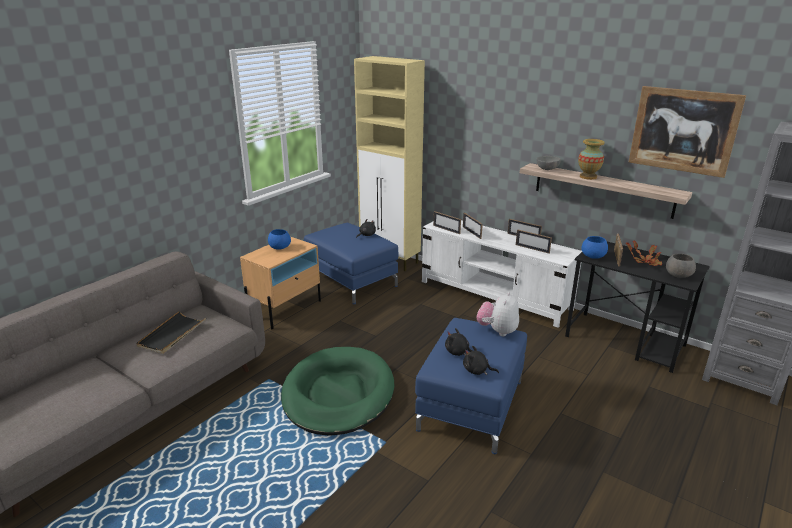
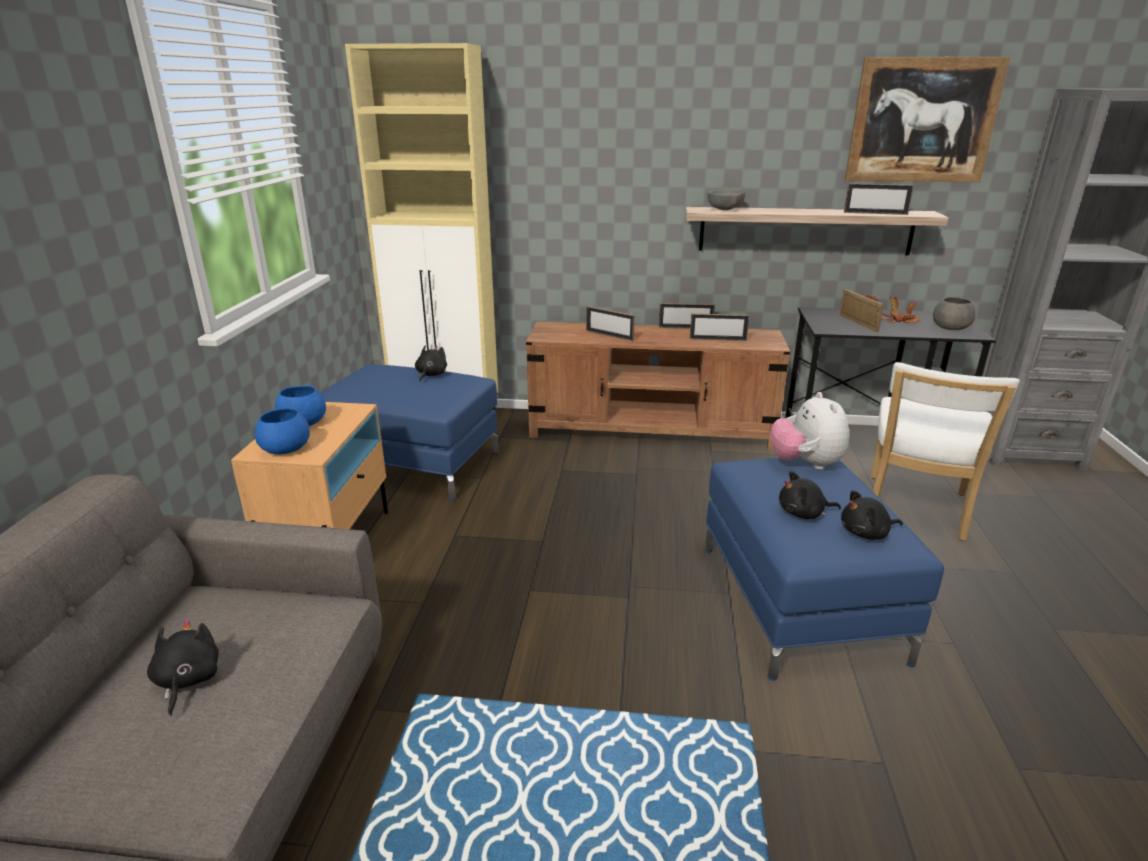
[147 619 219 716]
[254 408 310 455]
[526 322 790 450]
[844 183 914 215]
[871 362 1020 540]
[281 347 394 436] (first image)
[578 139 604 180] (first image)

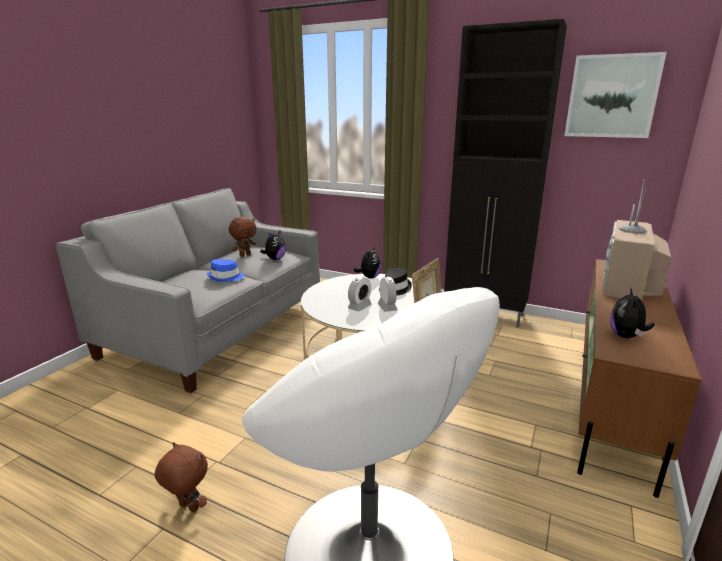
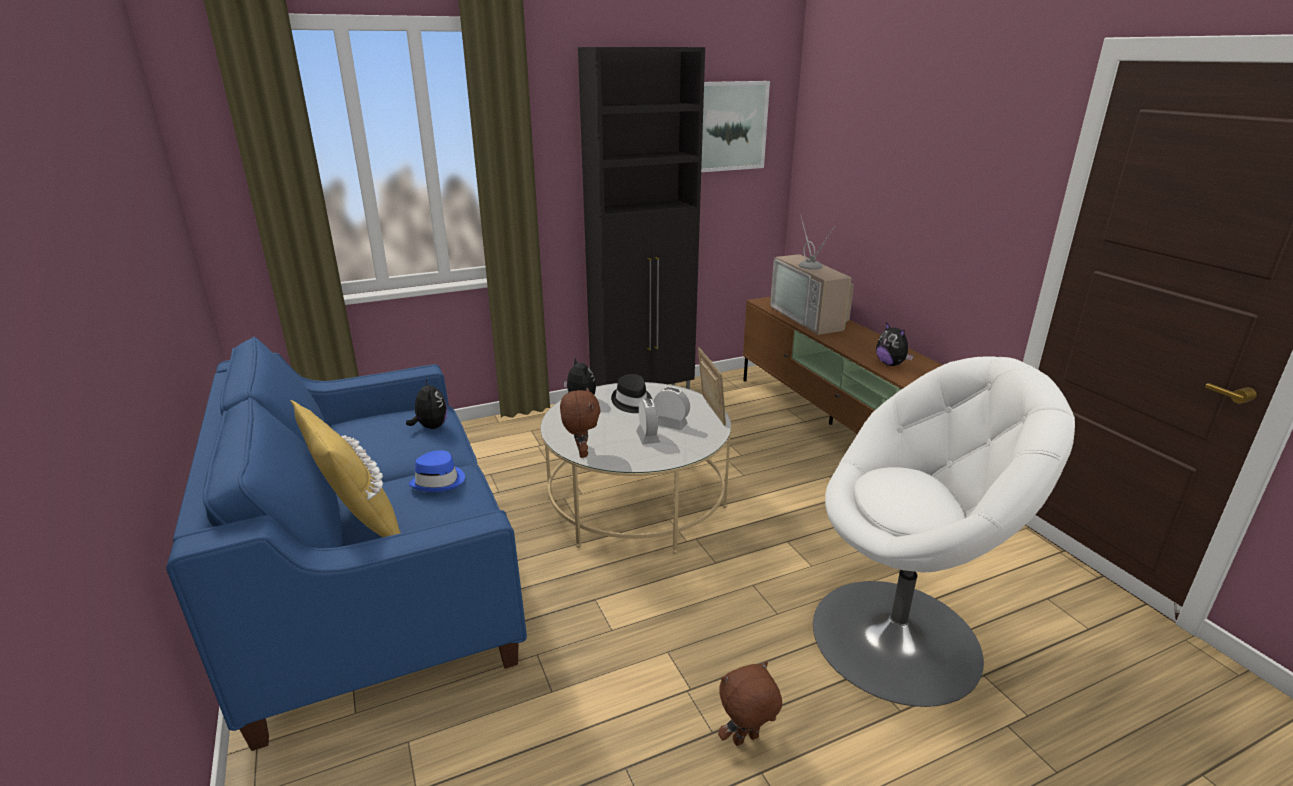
[166 337 527 751]
[290 400 401 537]
[560 387 601 458]

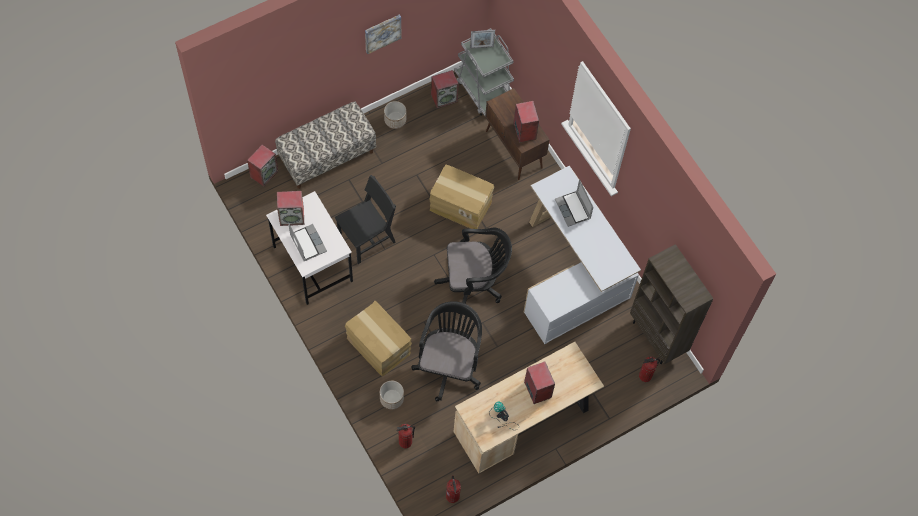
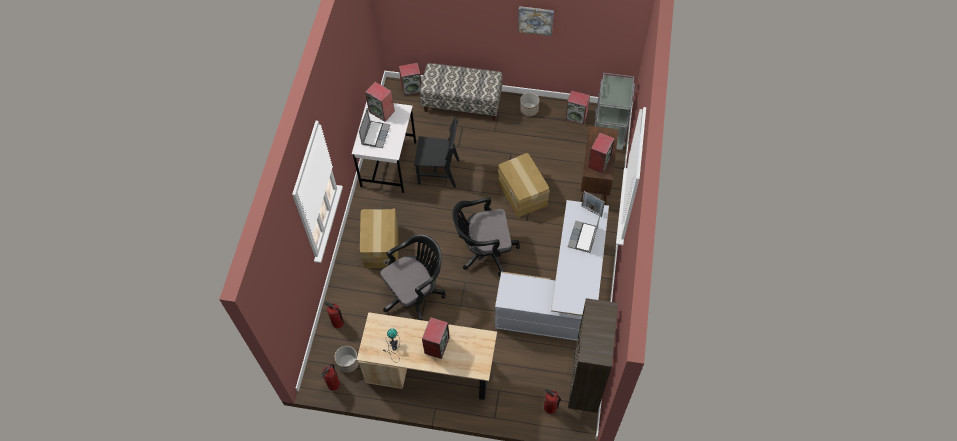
[335 346 359 373]
[452 197 520 276]
[582 191 605 217]

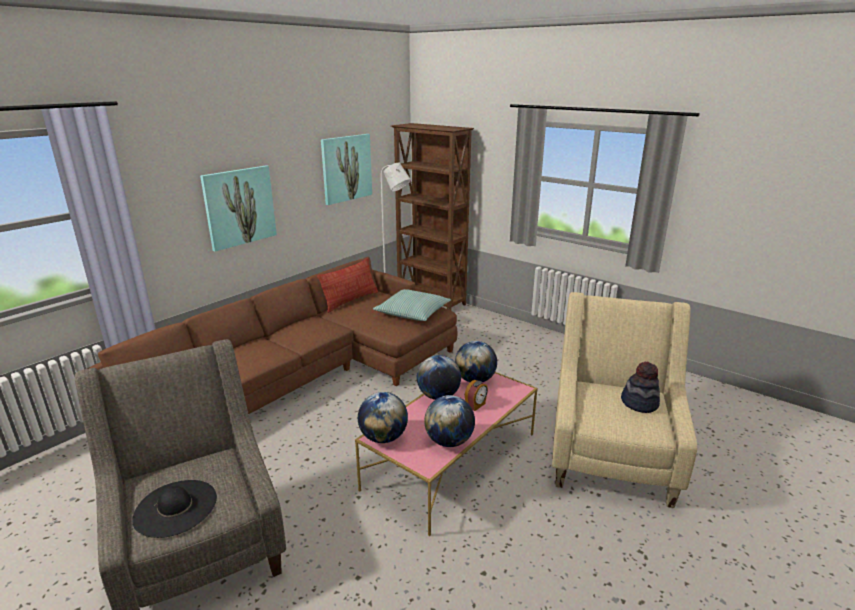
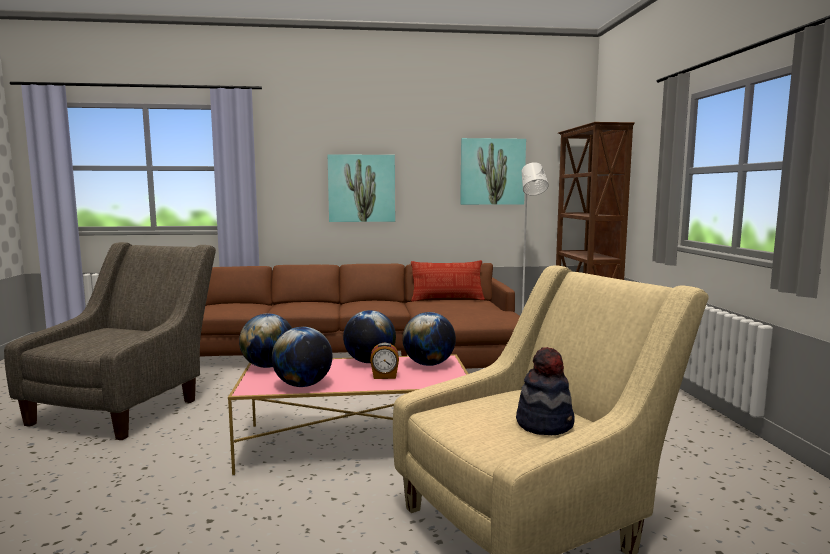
[132 480 217 538] (first image)
[373 289 451 321] (first image)

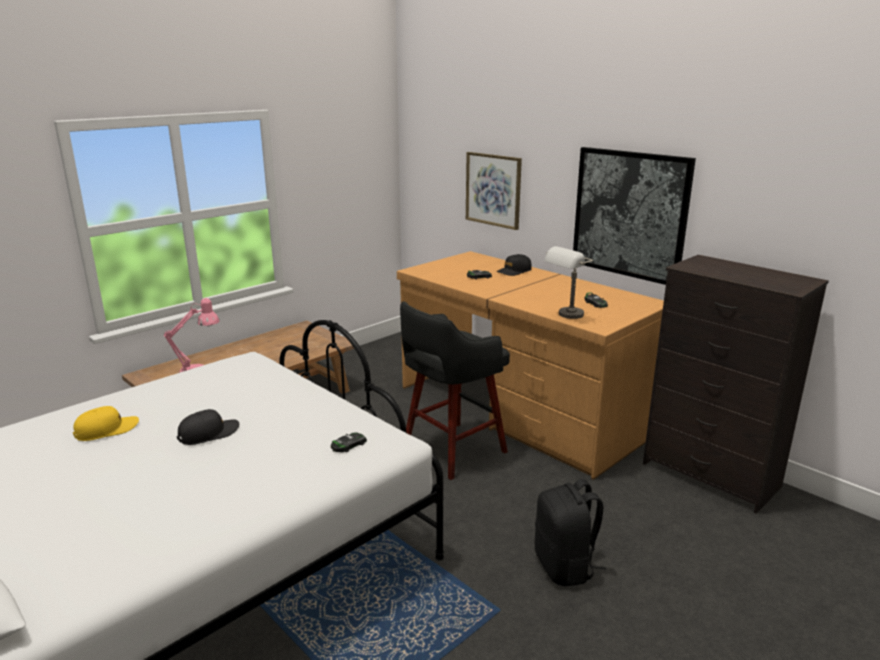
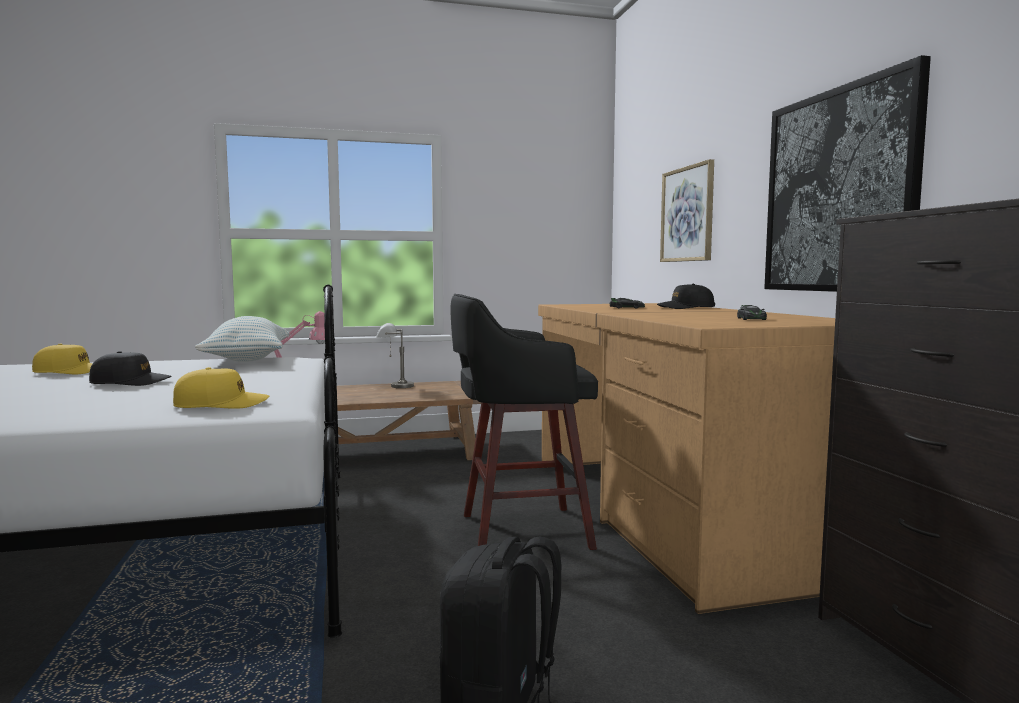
[173 367 269 409]
[195 316 290 362]
[376 323 414 388]

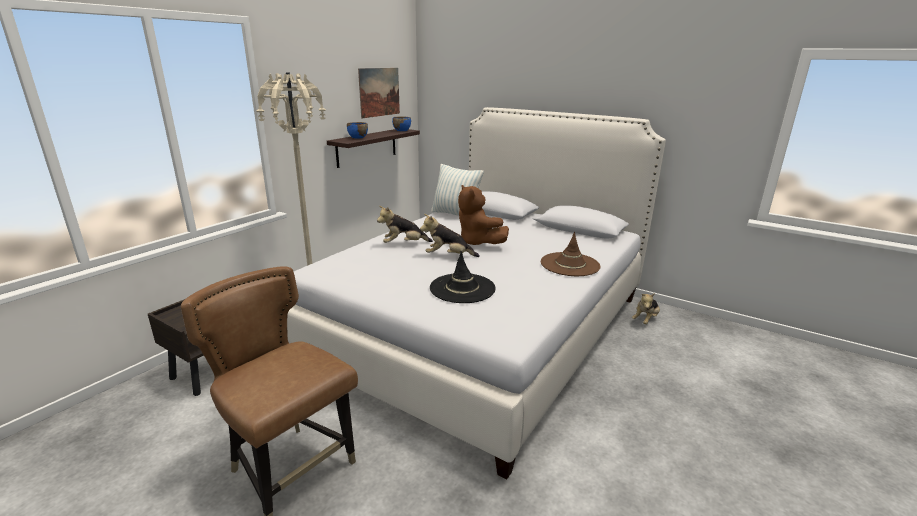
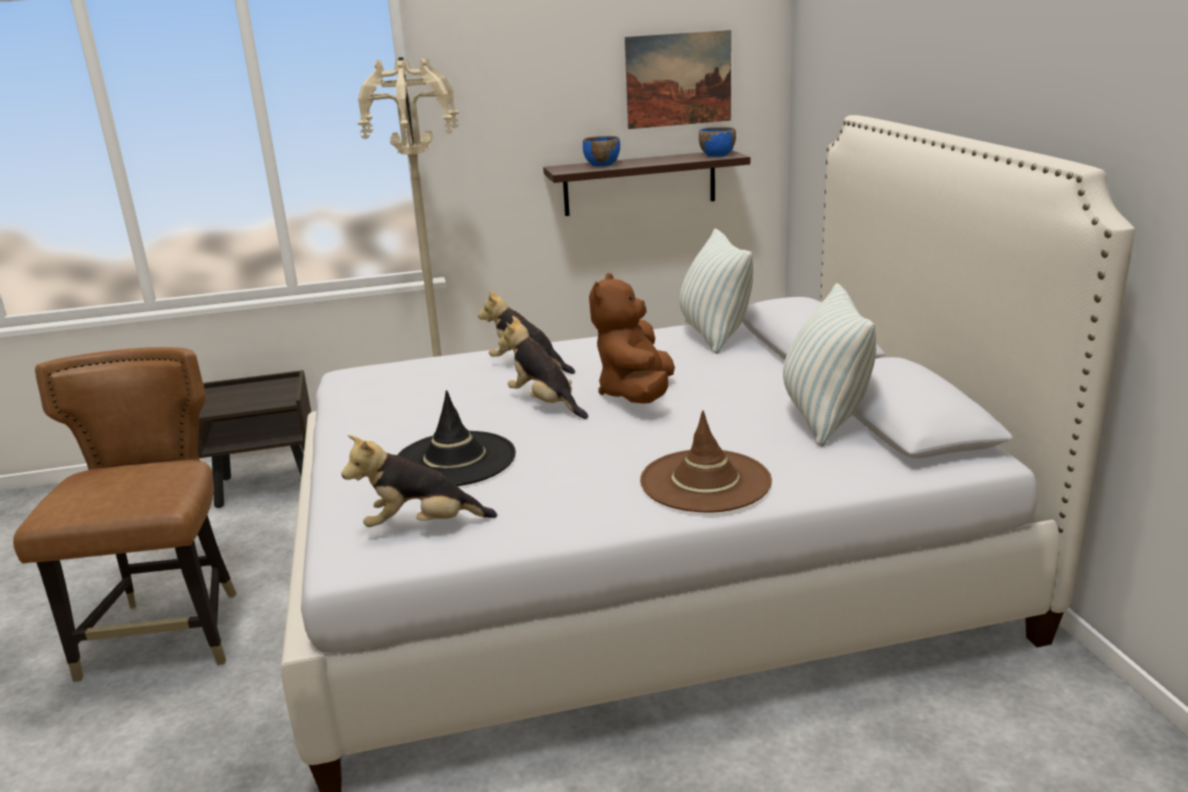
[341 435 497 527]
[783 283 876 447]

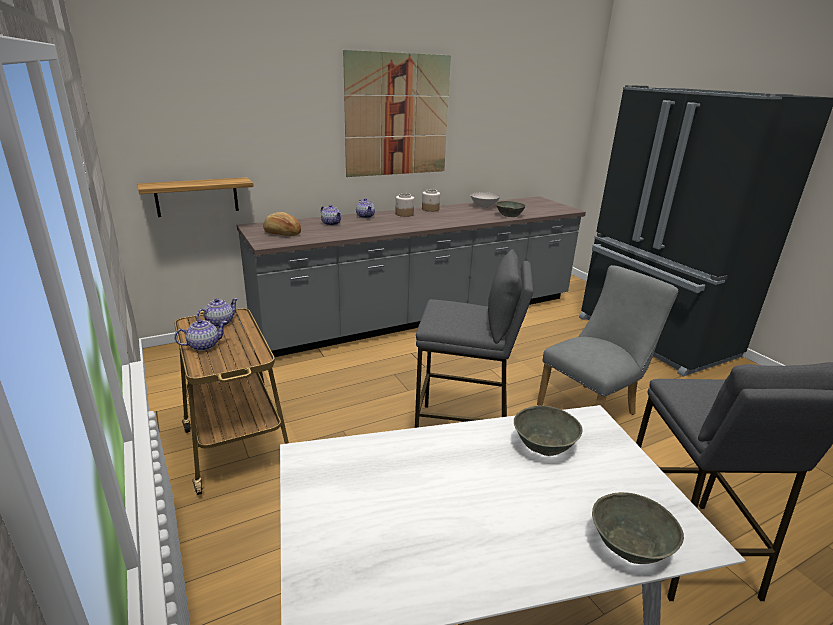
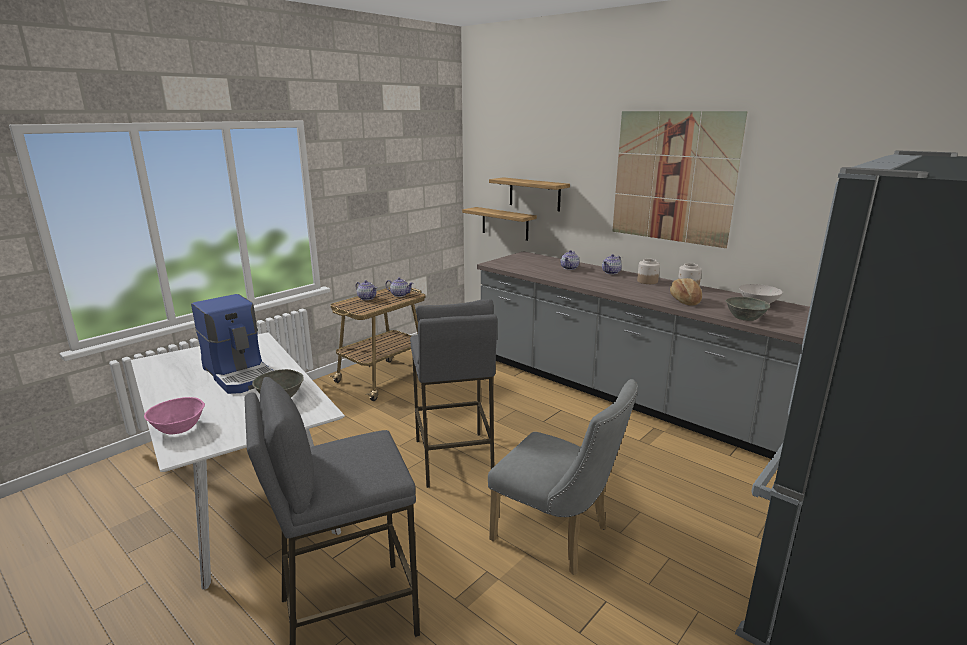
[144 397 205 434]
[191 294 273 394]
[489 177 570 211]
[670 278 702 306]

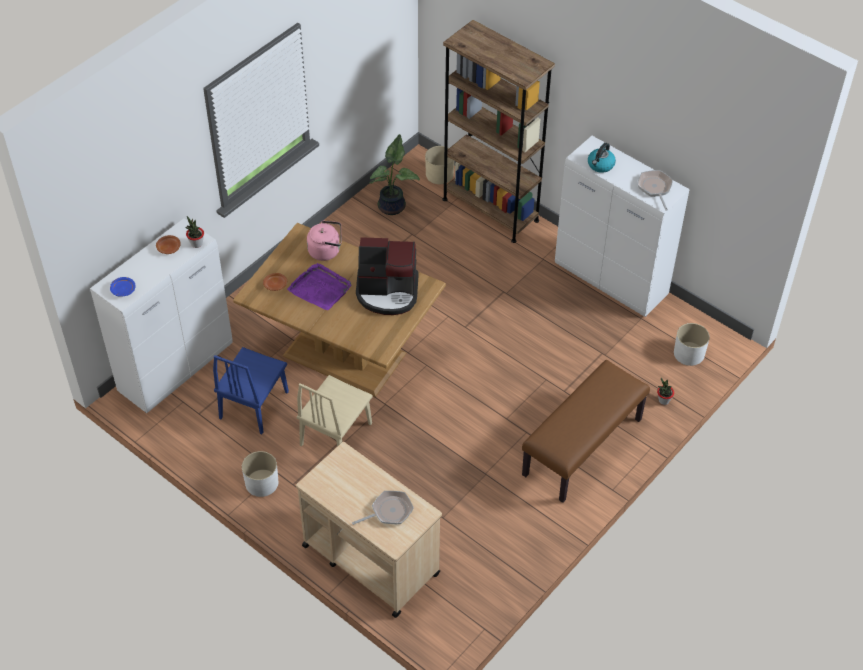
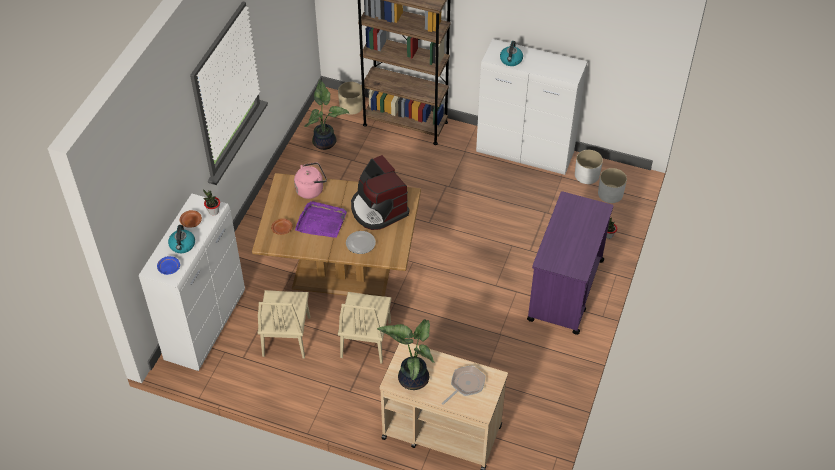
[168 225 195 253]
[258 290 310 359]
[346 231 376 254]
[351 155 410 230]
[377 319 434 390]
[527 191 613 335]
[575 150 603 184]
[637 170 673 211] (first image)

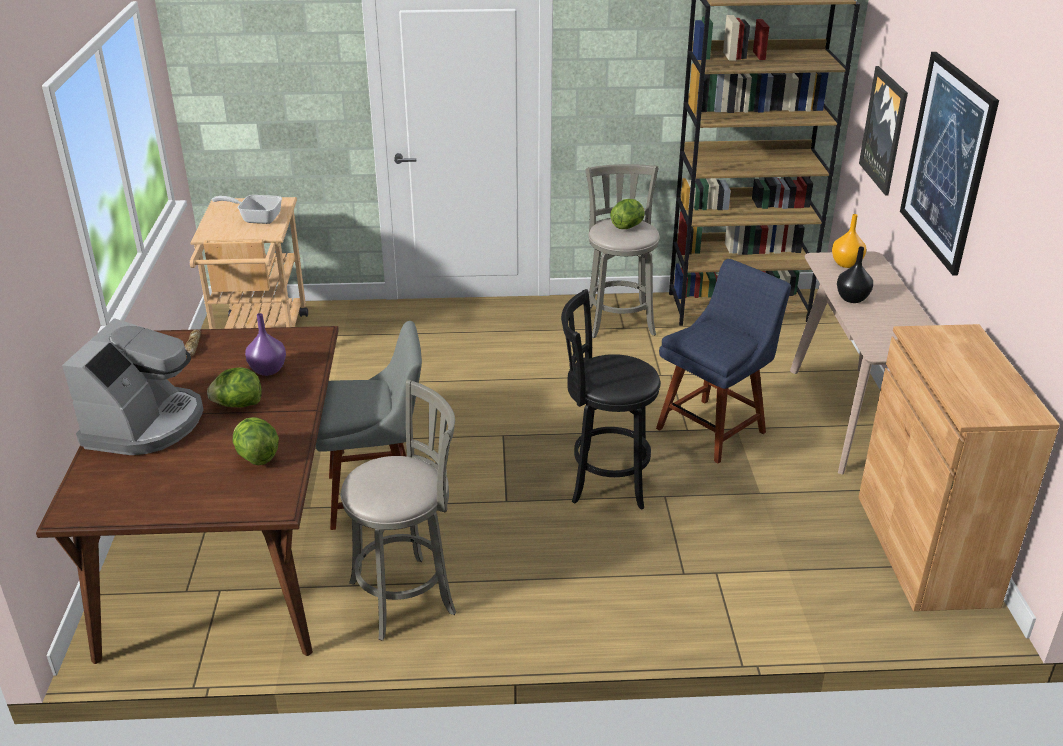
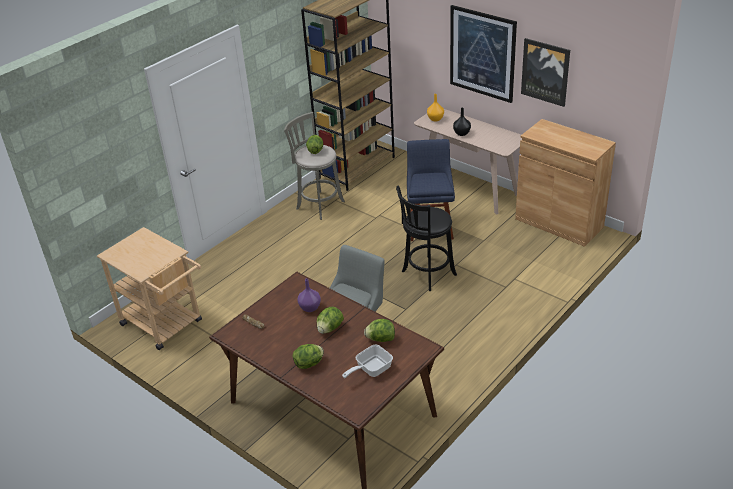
[293 344 324 369]
[342 345 393 378]
[521 38 570 107]
[341 379 456 641] (first image)

